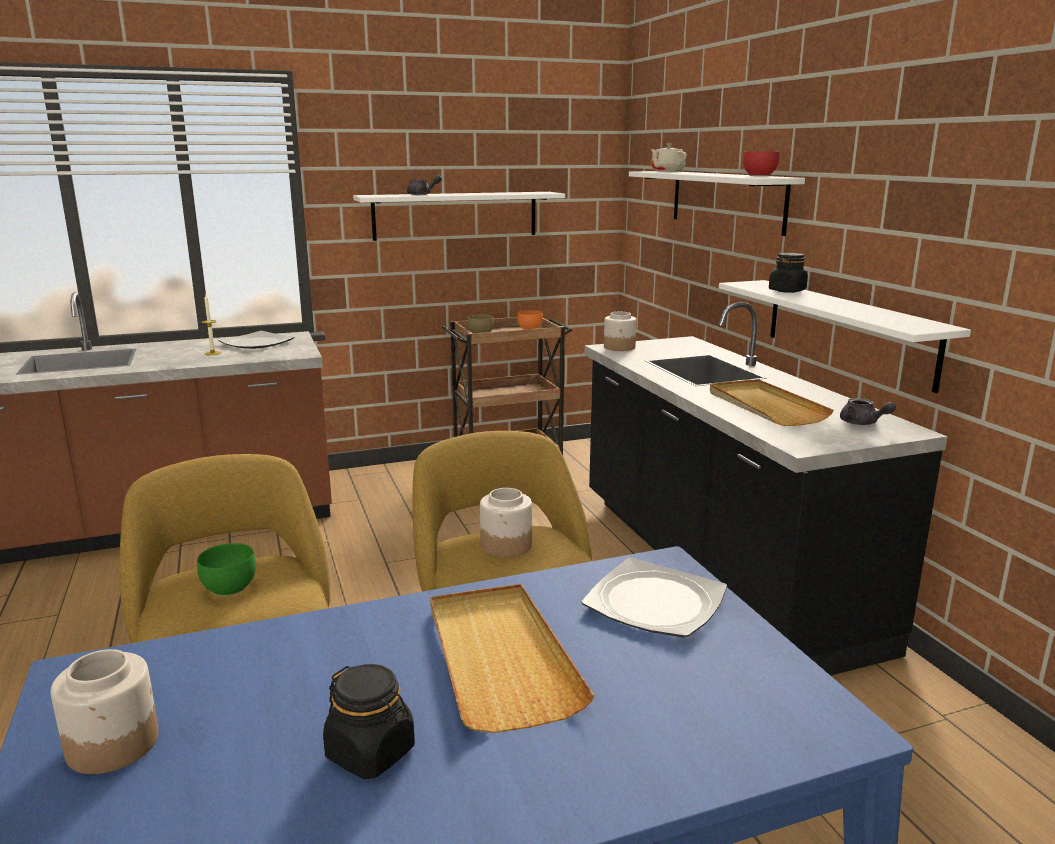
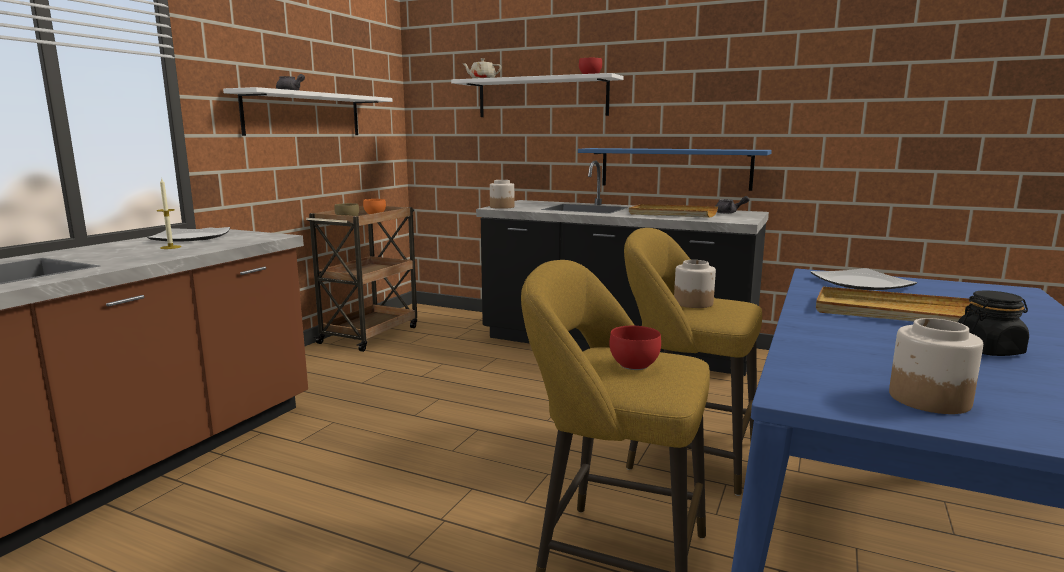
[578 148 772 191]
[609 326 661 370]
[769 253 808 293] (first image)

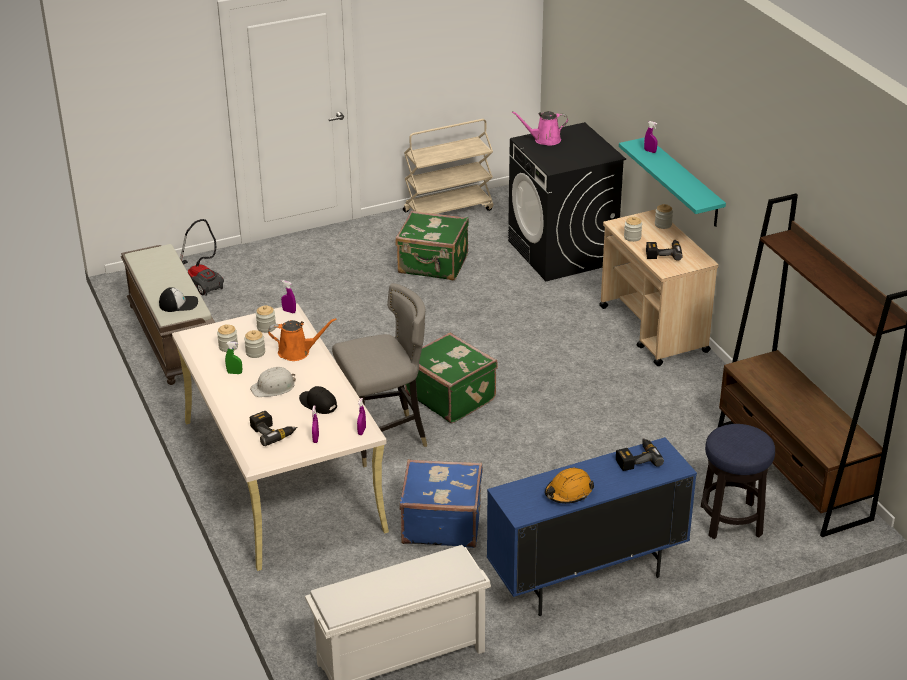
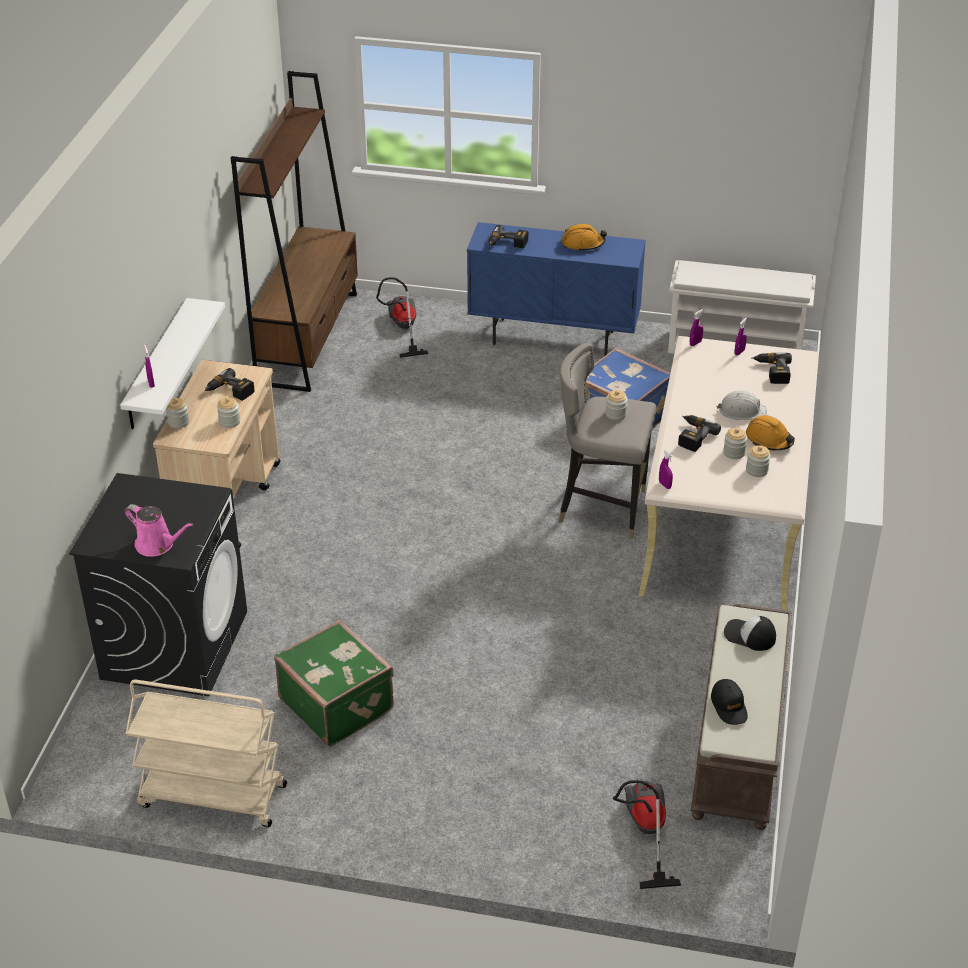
[120 298 225 429]
[376 277 429 358]
[605 390 628 420]
[678 415 721 452]
[711 679 748 725]
[746 416 795 451]
[405 332 498 423] (first image)

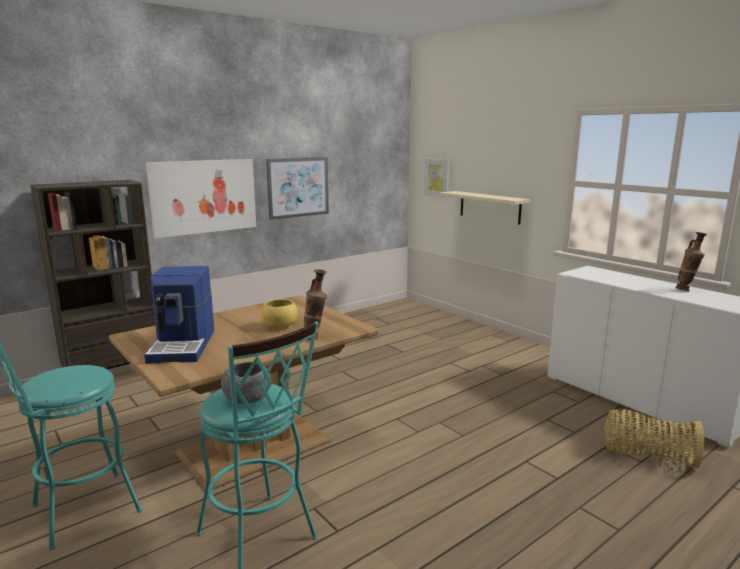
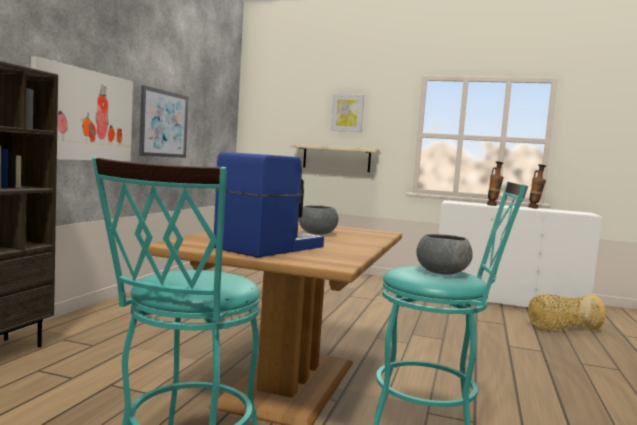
[214 152 324 258]
[299 205 339 235]
[330 94 364 132]
[487 161 504 206]

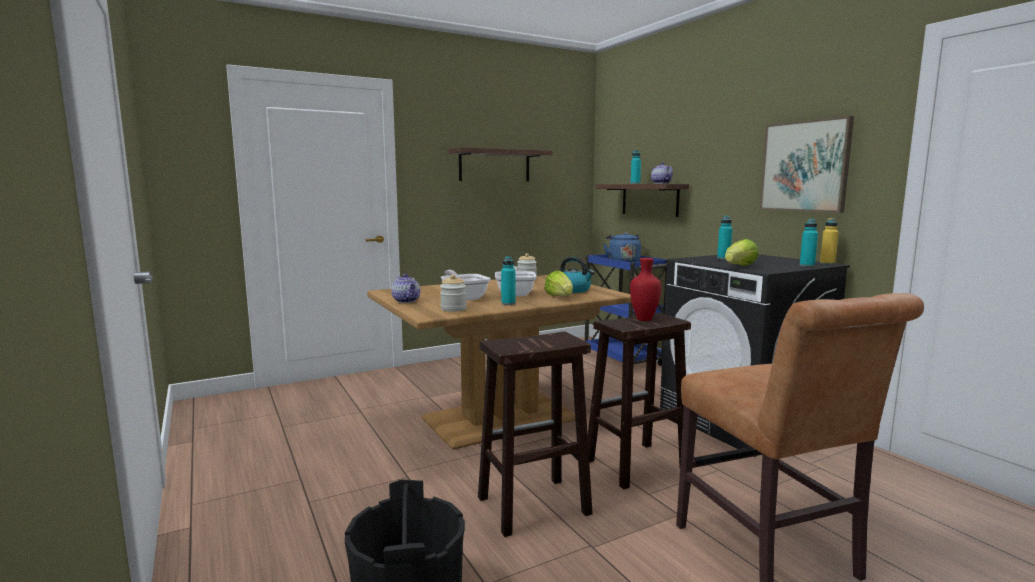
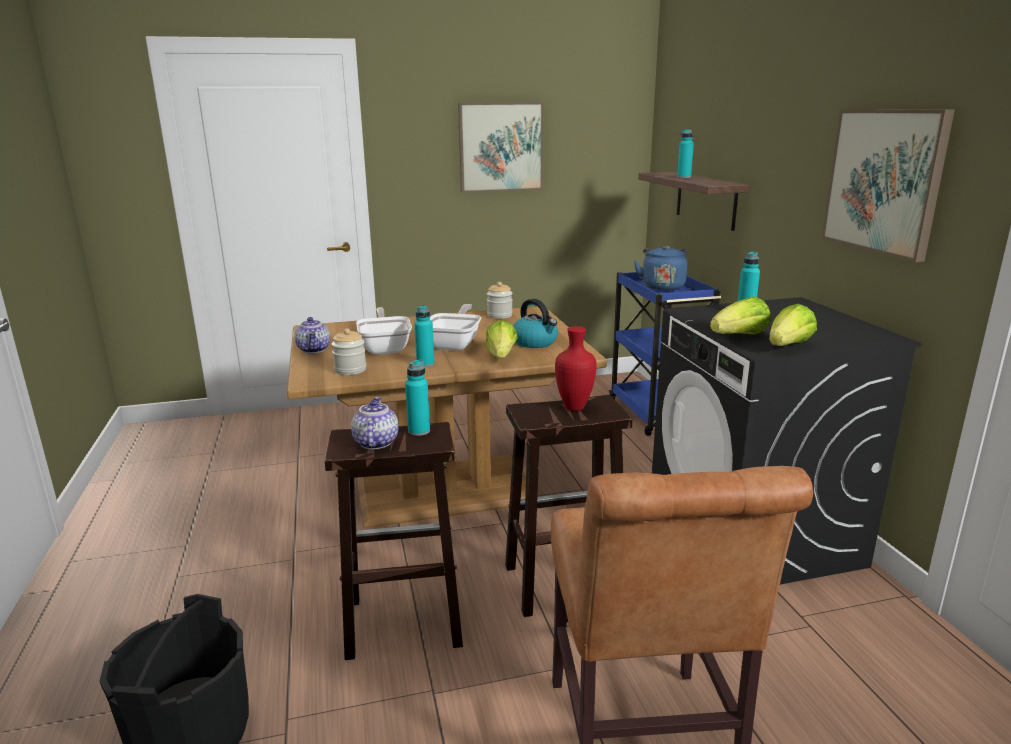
[351 397 399 449]
[405 359 430 436]
[458 102 543 193]
[769 304 817 346]
[820 218 839 265] (first image)

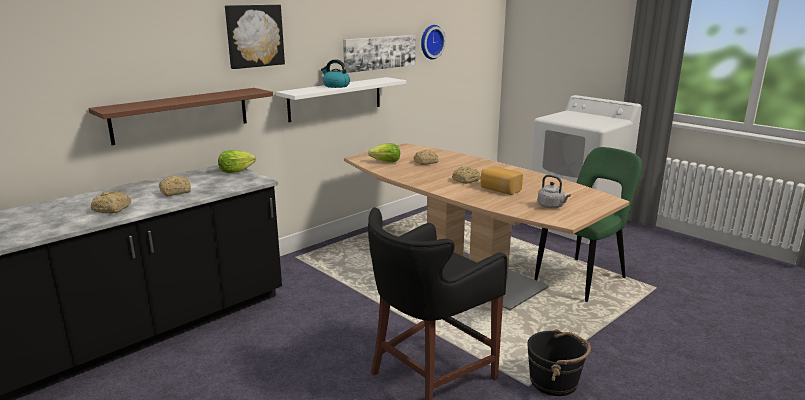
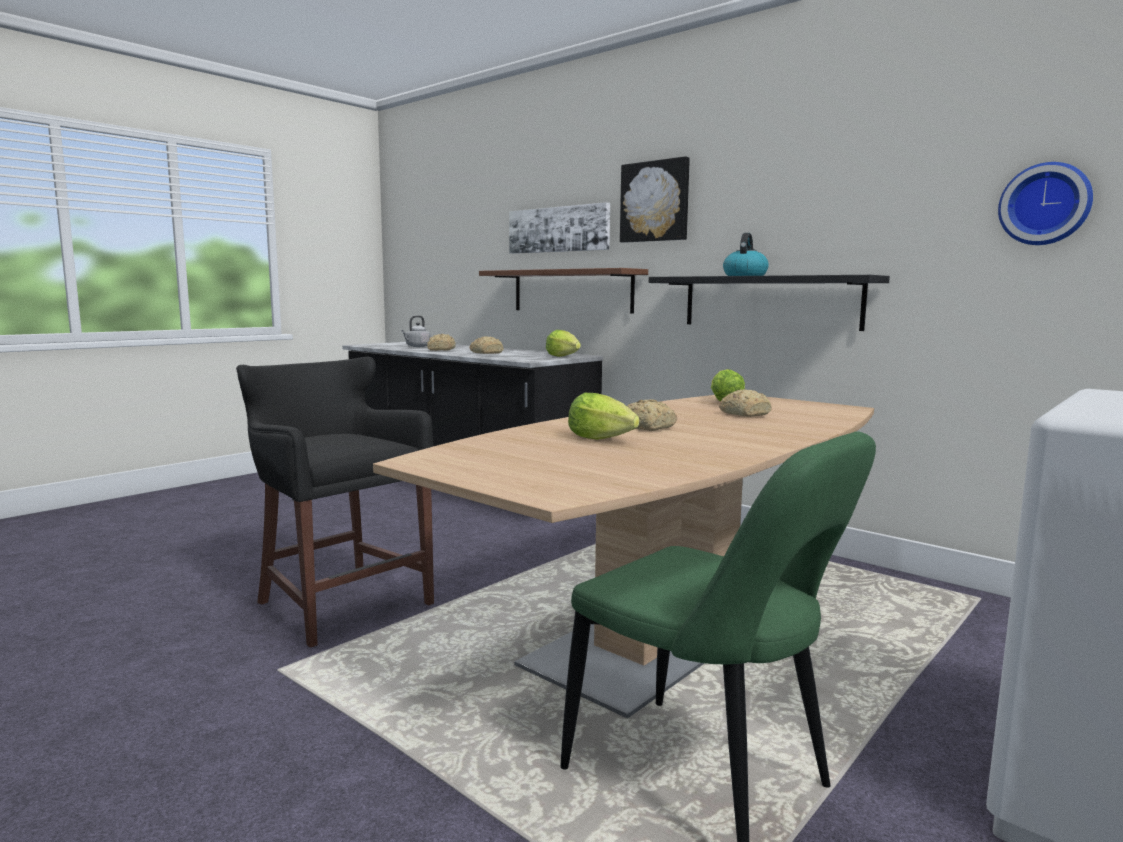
[401 315 431 347]
[509 202 610 254]
[568 393 639 440]
[649 275 890 331]
[527 329 591 396] (first image)

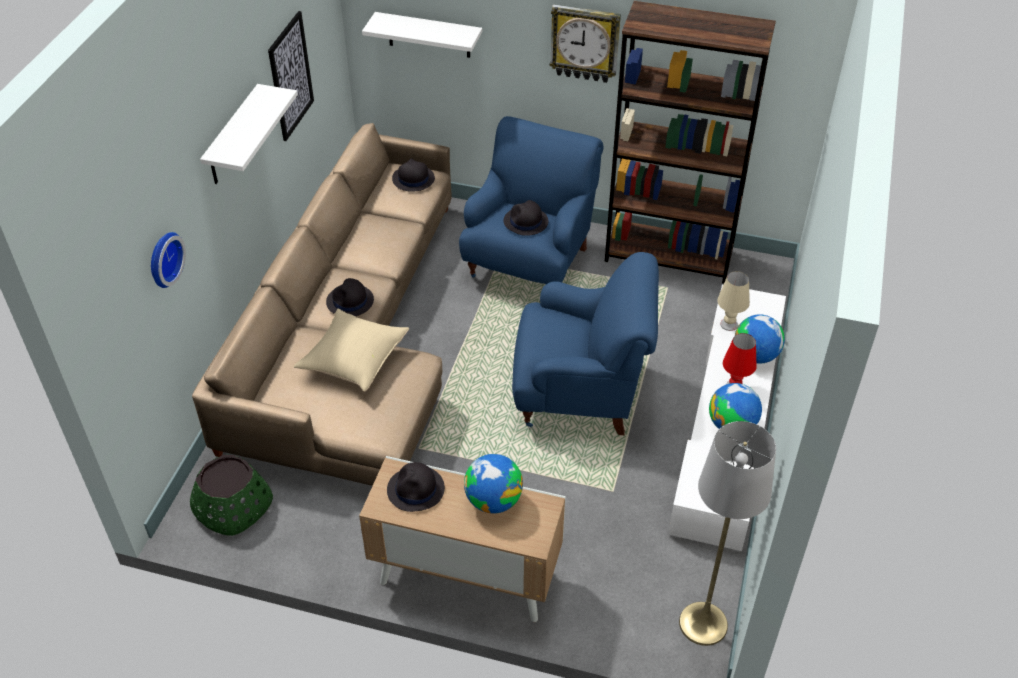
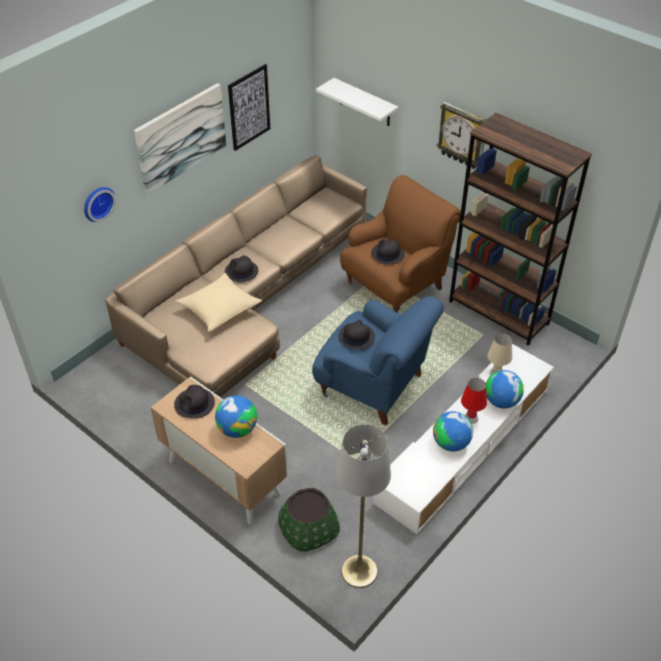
[134 83 226 194]
[278 488 340 551]
[338 320 375 350]
[340 175 461 313]

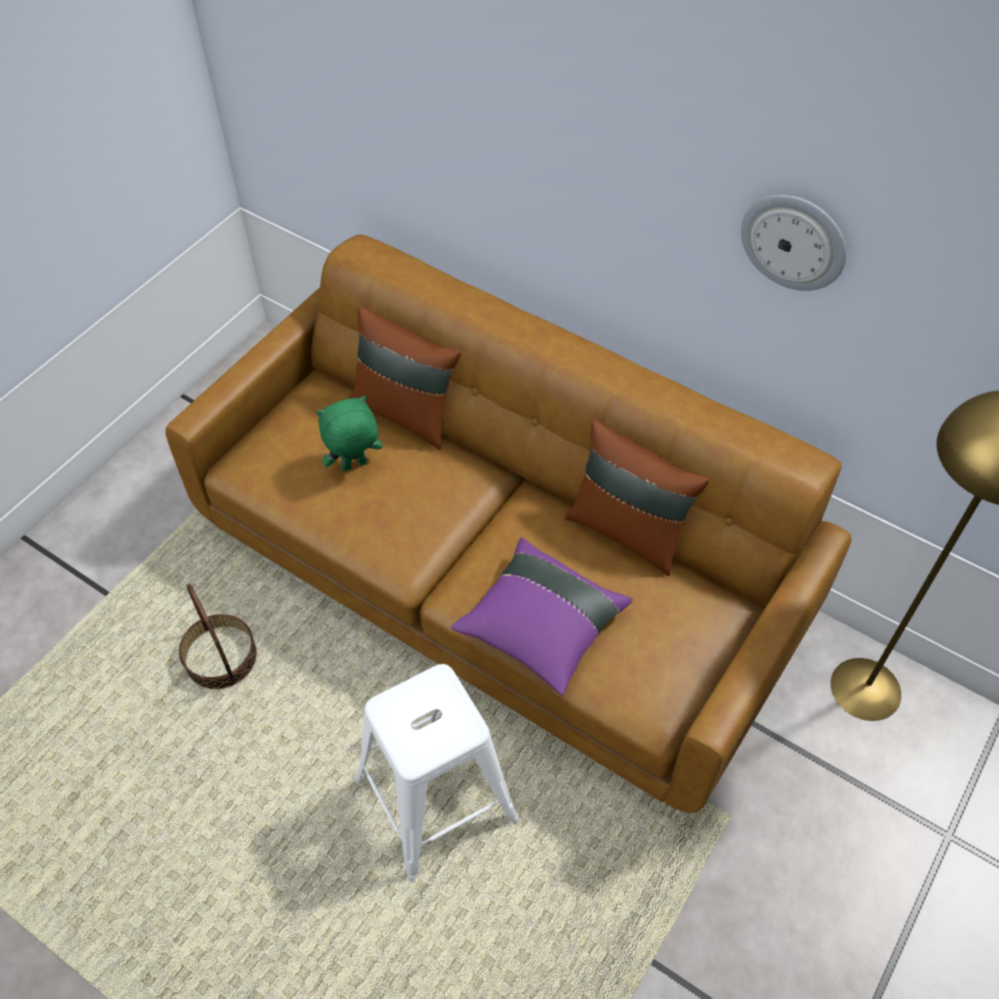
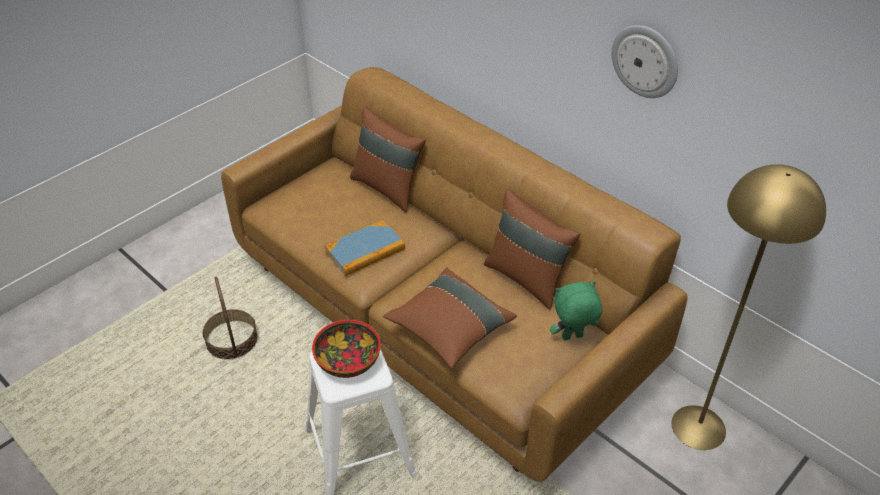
[312 320 381 378]
[324 220 405 276]
[383 268 517 368]
[550 281 602 341]

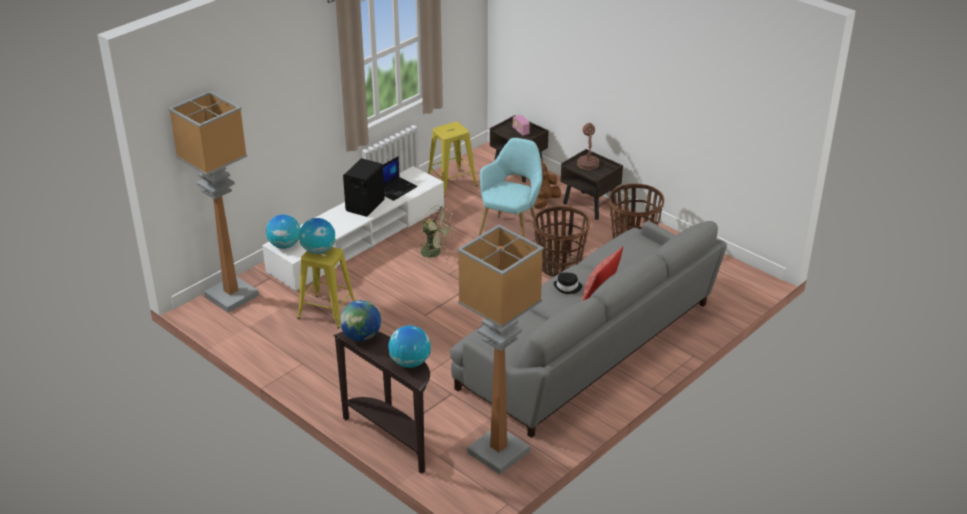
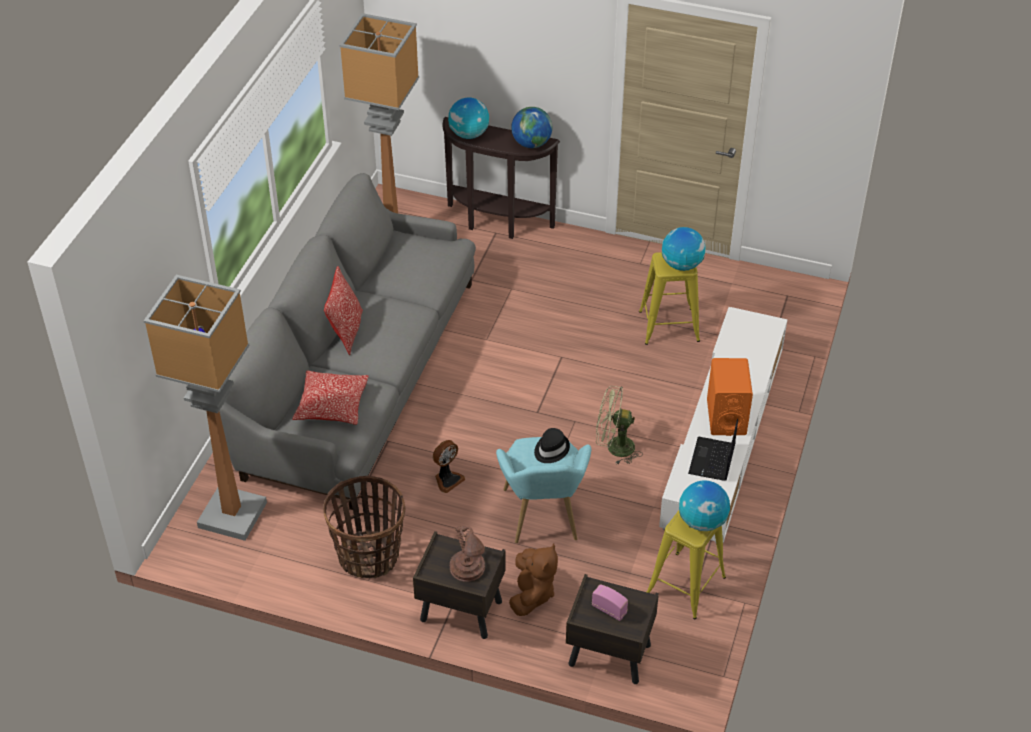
[144 275 267 541]
[292 370 369 425]
[433 440 465 493]
[534 428 570 463]
[679 480 730 531]
[707 358 753 436]

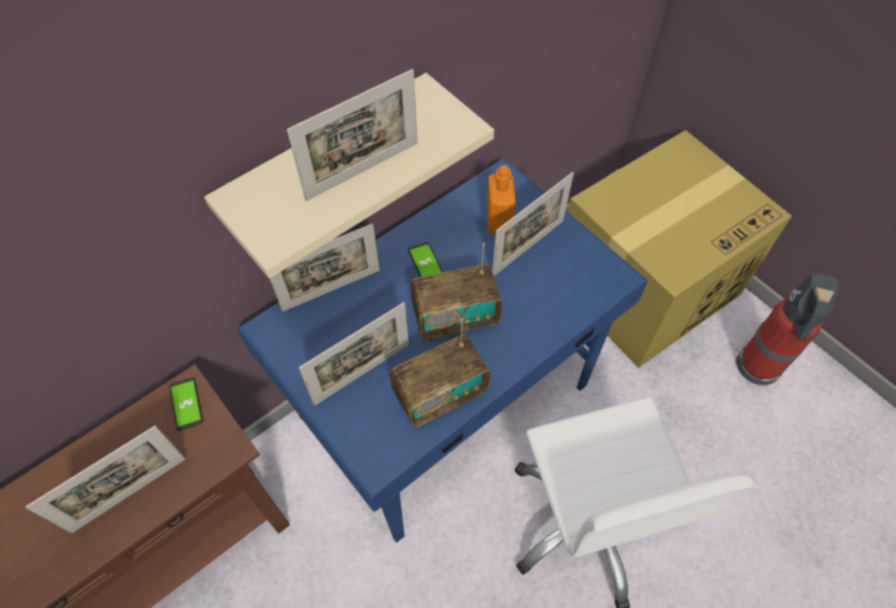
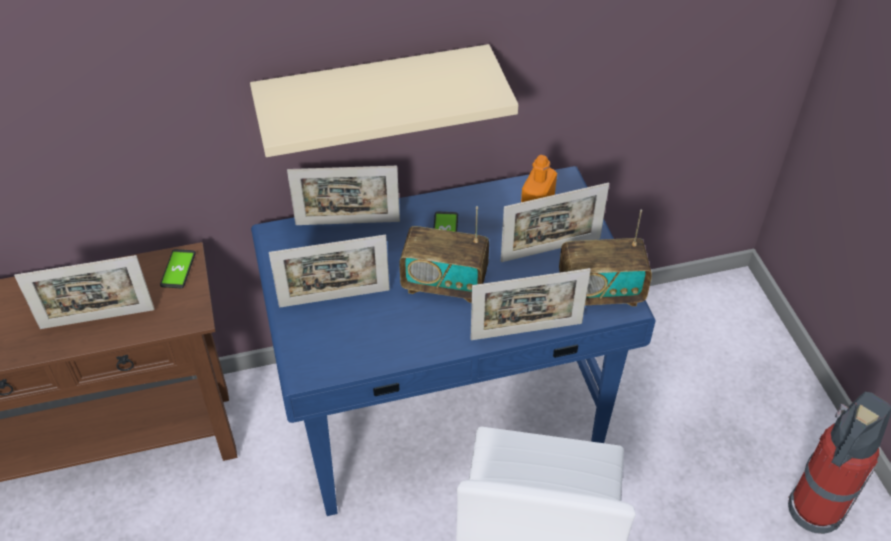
[471 268 591 340]
[559 210 652 306]
[568 130 792 368] (first image)

